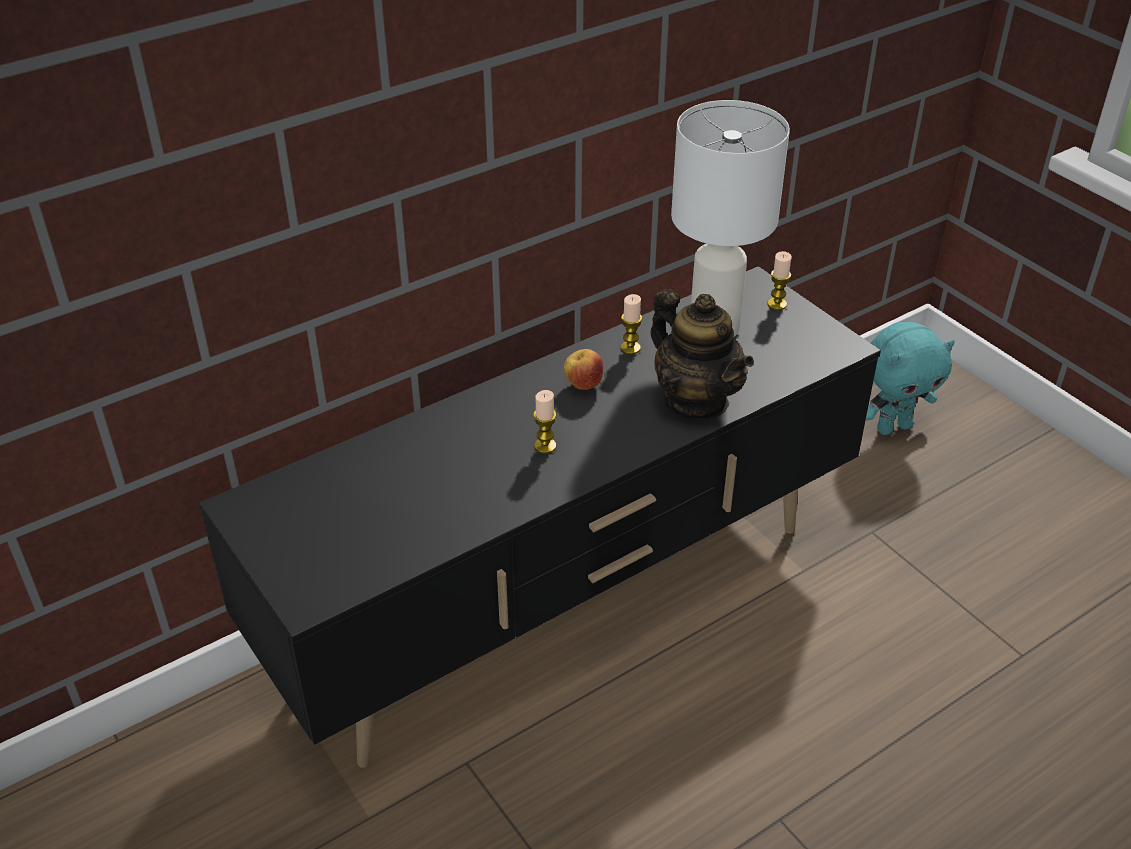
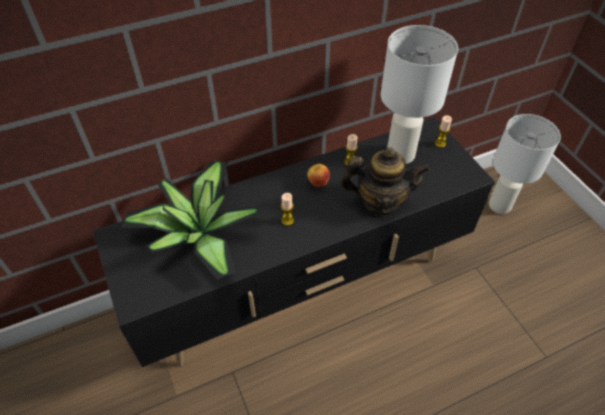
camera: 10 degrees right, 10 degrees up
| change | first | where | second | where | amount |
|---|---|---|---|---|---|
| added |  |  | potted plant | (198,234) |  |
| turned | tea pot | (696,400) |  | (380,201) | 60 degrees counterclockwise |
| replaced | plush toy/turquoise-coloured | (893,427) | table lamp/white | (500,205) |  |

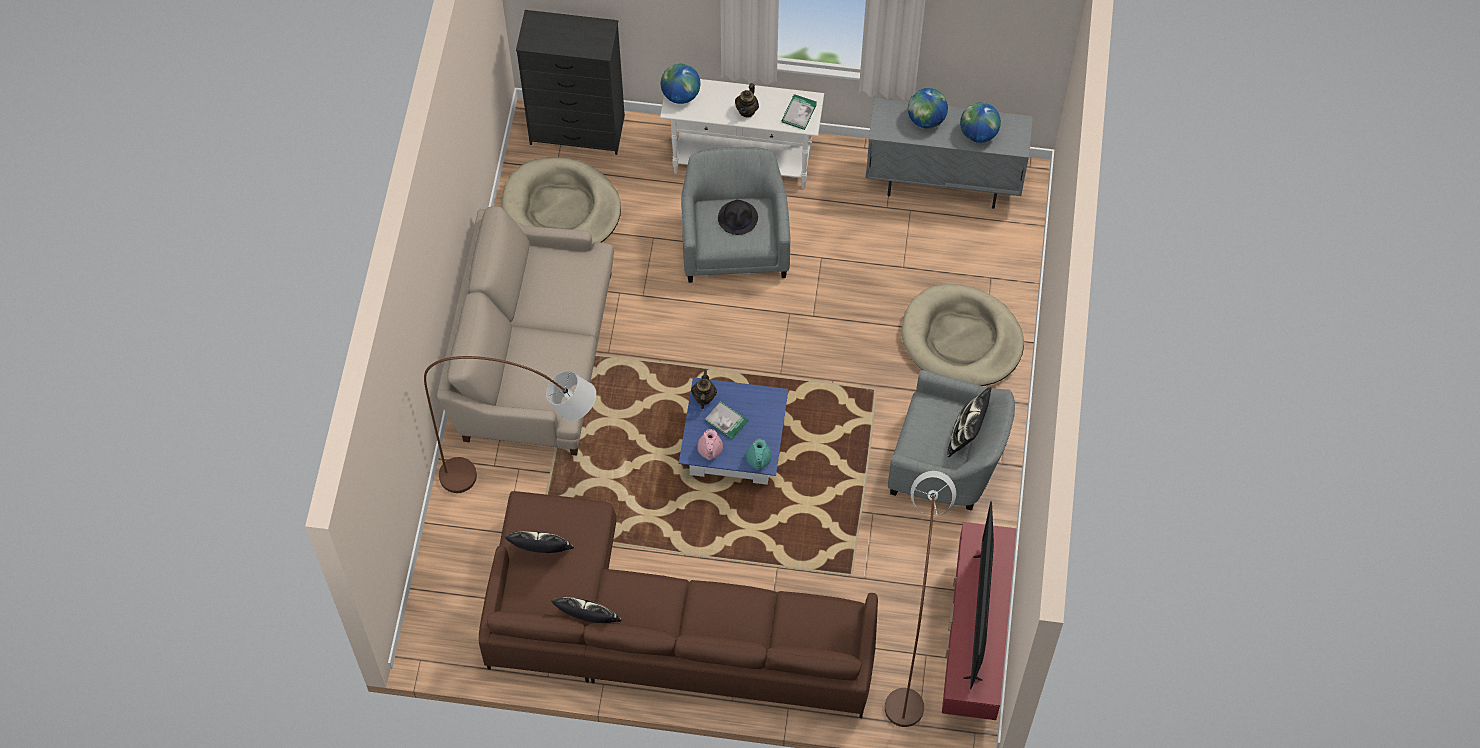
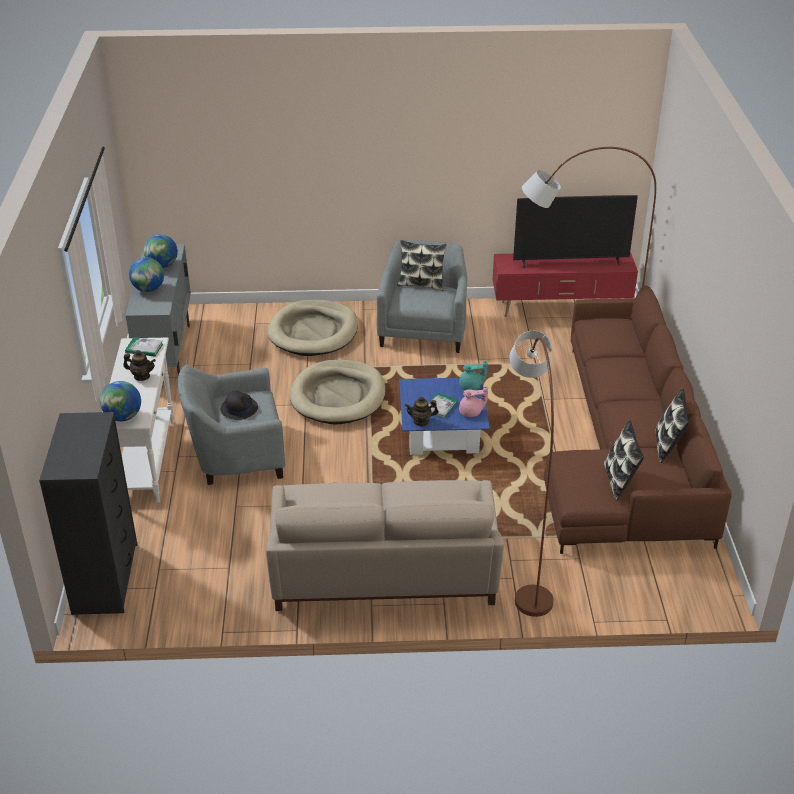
camera: 100 degrees left, 25 degrees down
| change | first | where | second | where | amount |
|---|---|---|---|---|---|
| moved | dog bed/beige-coloured | (561,209) |  | (338,396) |  |

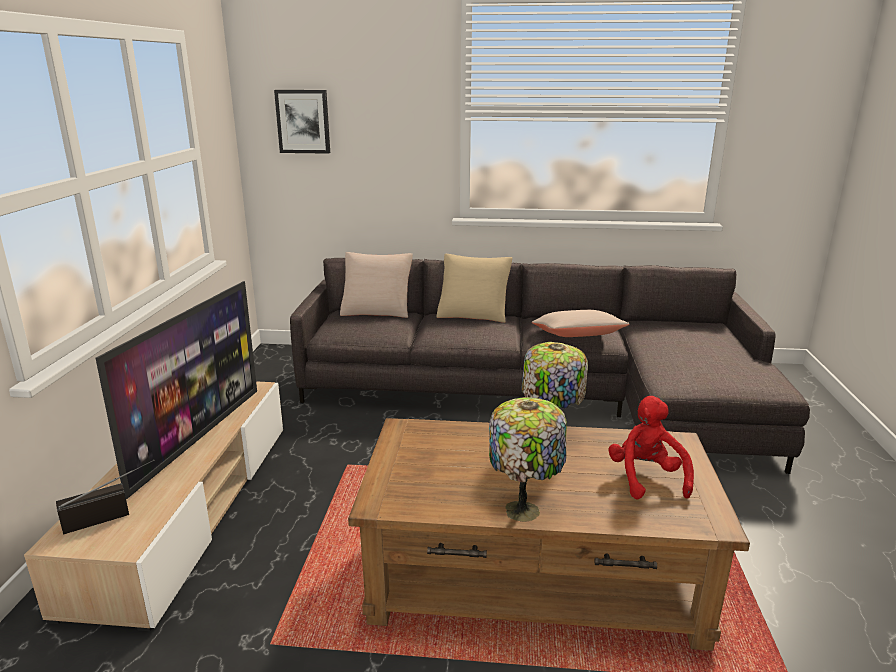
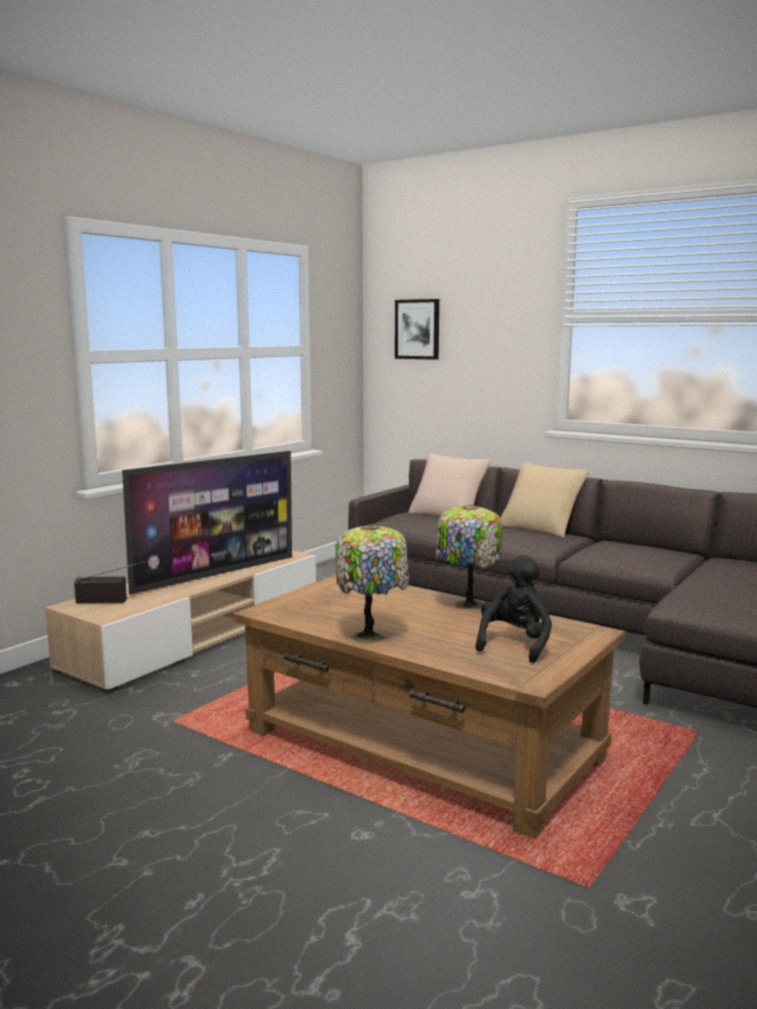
camera: 30 degrees right, 10 degrees down
| change | first | where | second | where | amount |
|---|---|---|---|---|---|
| recoloured | plush toy/reddish | (646,478) | plush toy/blackish | (514,644) |  |
| removed | pillow/beige-coloured | (577,337) |  |  |  |

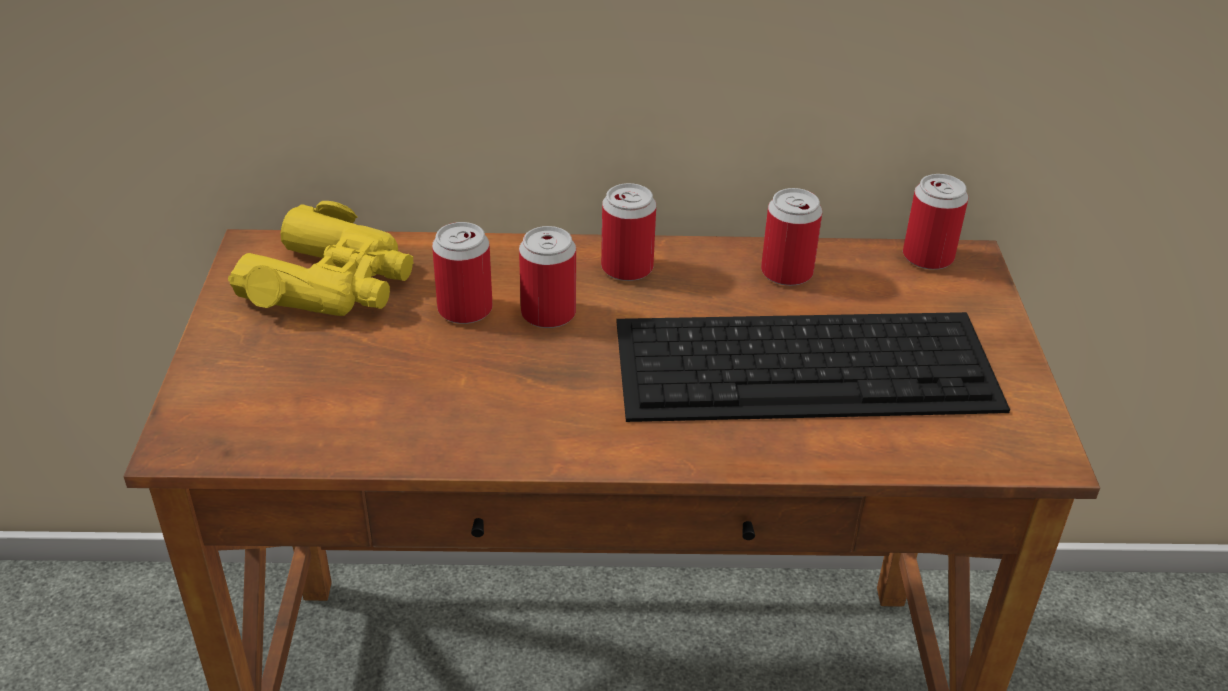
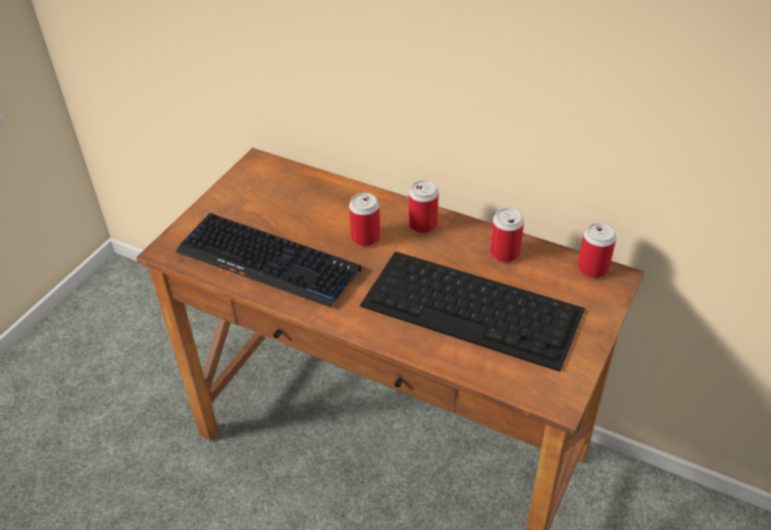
camera: 30 degrees right, 5 degrees up
| change | first | where | second | where | amount |
|---|---|---|---|---|---|
| added |  |  | keyboard | (268,261) |  |
| removed | field glasses/yellow | (332,283) |  |  |  |
| removed | can | (465,309) |  |  |  |

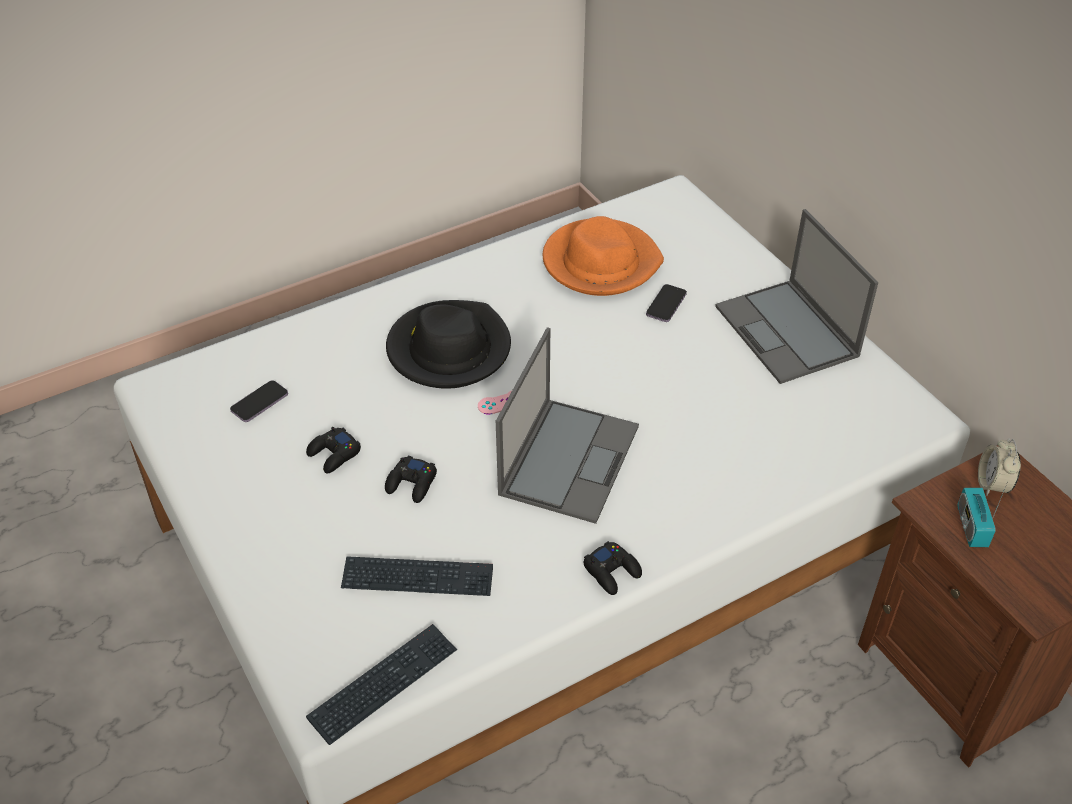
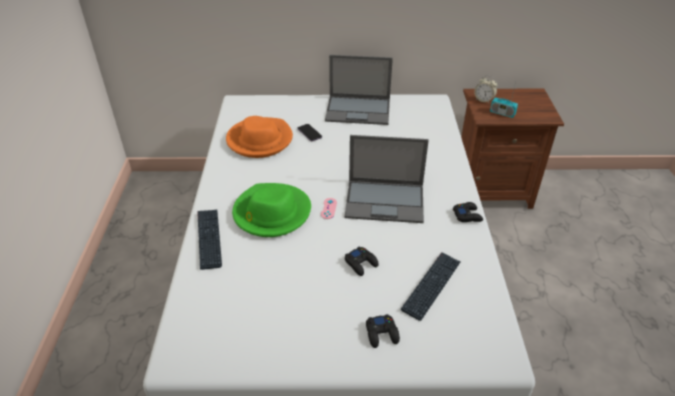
camera: 60 degrees left, 5 degrees down
| change | first | where | second | where | amount |
|---|---|---|---|---|---|
| moved | keyboard | (383,685) |  | (209,239) |  |
| recoloured | wearable hat/blackish | (448,349) | wearable hat/green | (271,213) |  |
| turned | notebook computer | (569,458) |  | (386,201) | 135 degrees clockwise |
| moved | joypad/blackish | (334,454) |  | (382,334) |  |
| removed | phone | (259,403) |  |  |  |

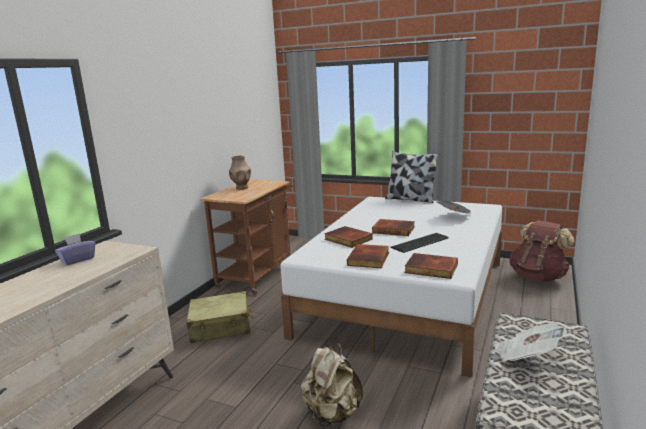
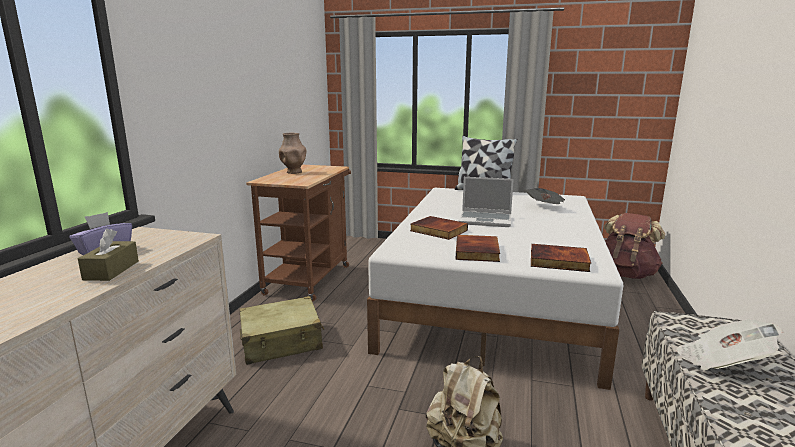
camera: 10 degrees left, 0 degrees up
| change | first | where | second | where | amount |
|---|---|---|---|---|---|
| added |  |  | box of tissues/brown-coloured | (111,270) |  |
| replaced | bound book | (394,229) | notebook computer | (486,220) |  |
| removed | keyboard | (421,243) |  |  |  |

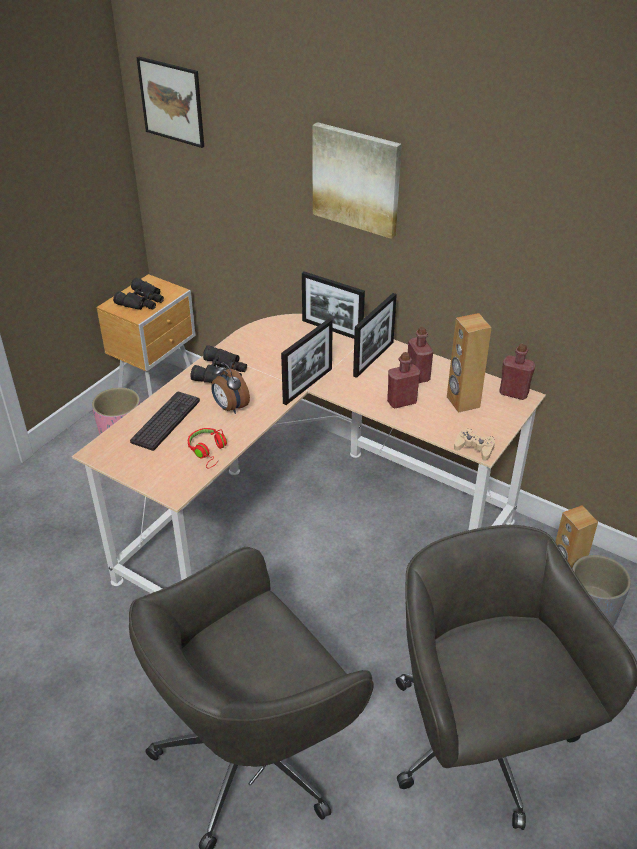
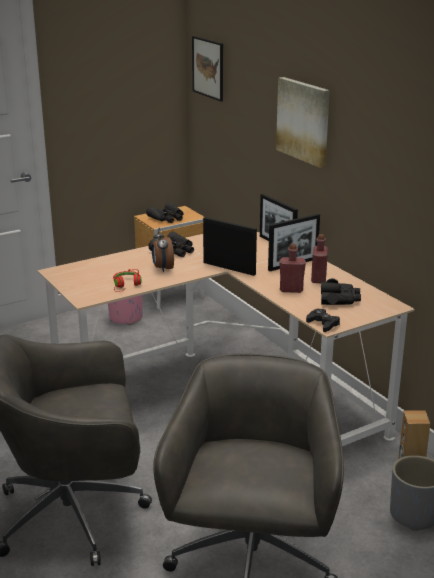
camera: 25 degrees right, 15 degrees down
| change | first | where | second | where | amount |
|---|---|---|---|---|---|
| turned | standing frame | (308,385) |  | (229,268) | 120 degrees counterclockwise |
| recoloured | joypad/beige-coloured | (474,448) | joypad/blackish | (323,324) |  |
| replaced | loudspeaker/brown-coloured | (462,402) | field glasses/blackish | (339,299) |  |
| removed | keyboard | (166,421) |  |  |  |
| removed | drink bottle/reddish | (513,393) |  |  |  |

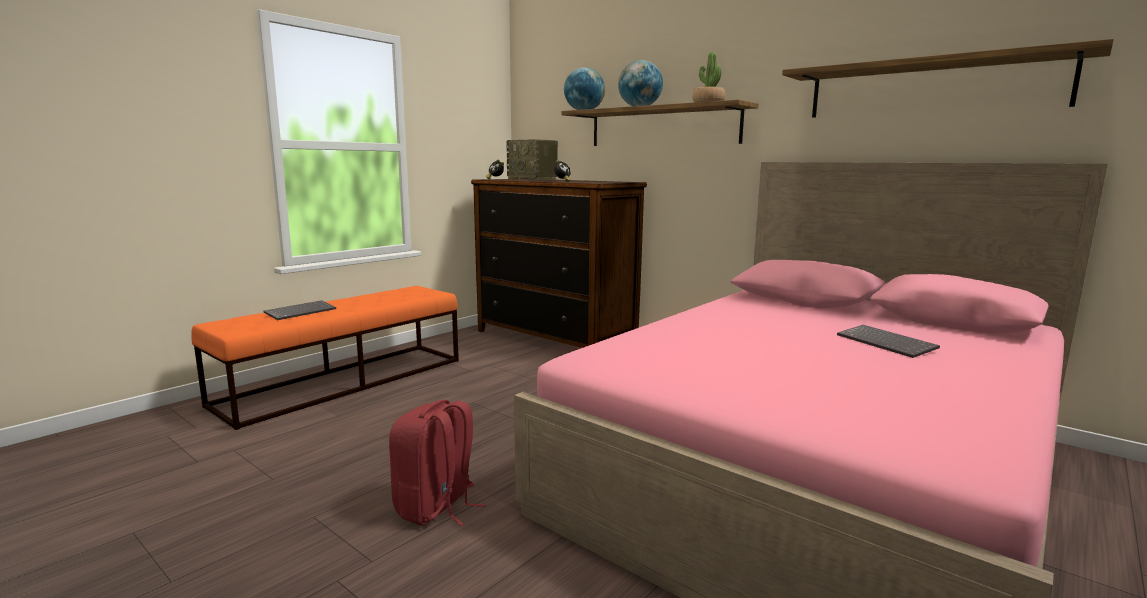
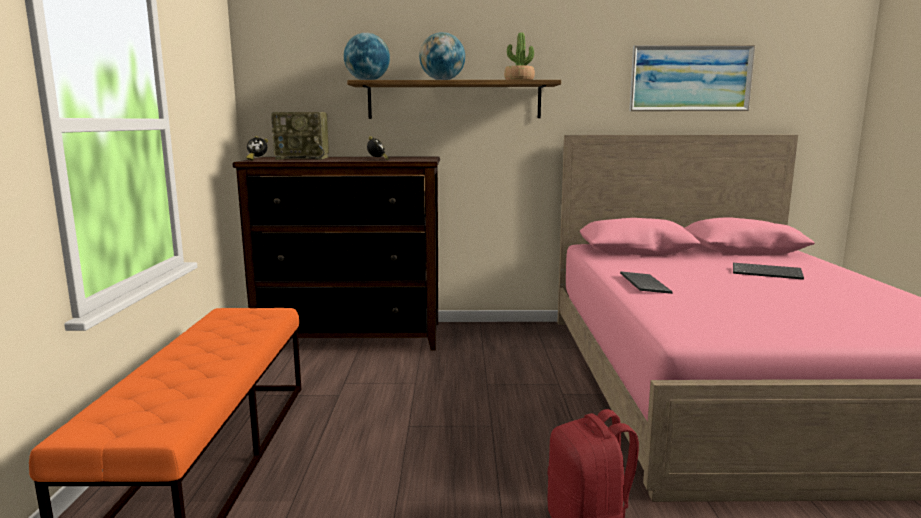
camera: 40 degrees left, 0 degrees up
| change | first | where | second | where | amount |
|---|---|---|---|---|---|
| moved | keyboard | (301,311) |  | (643,284) |  |
| replaced | bracket shelf | (931,88) | picture | (690,78) |  |

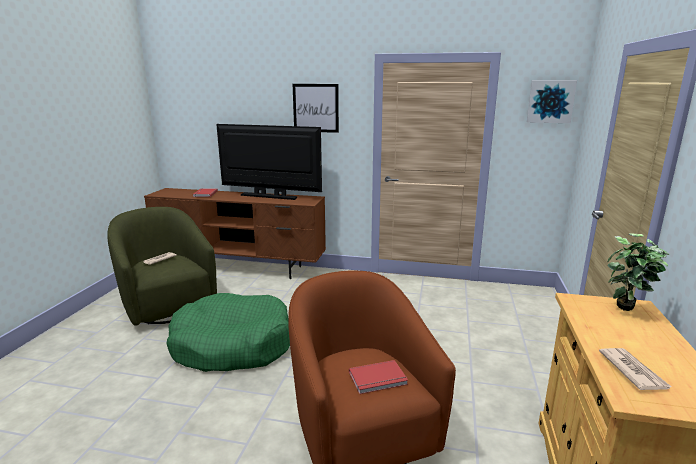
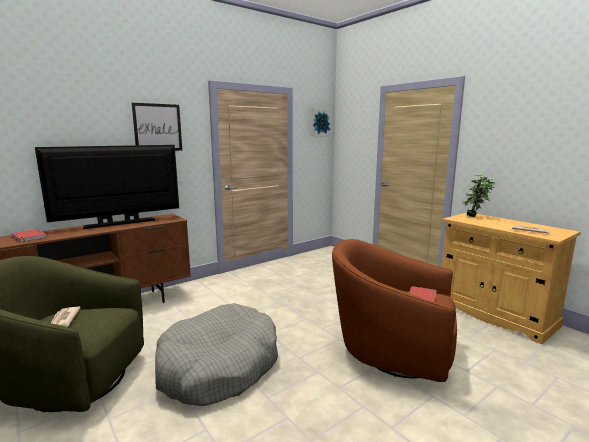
camera: 50 degrees left, 5 degrees down
| change | first | where | second | where | amount |
|---|---|---|---|---|---|
| recoloured | dog bed/green | (232,345) | dog bed/grey | (218,366) |  |

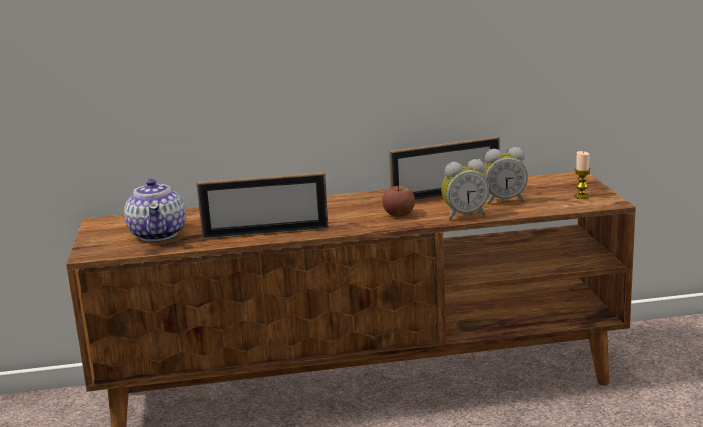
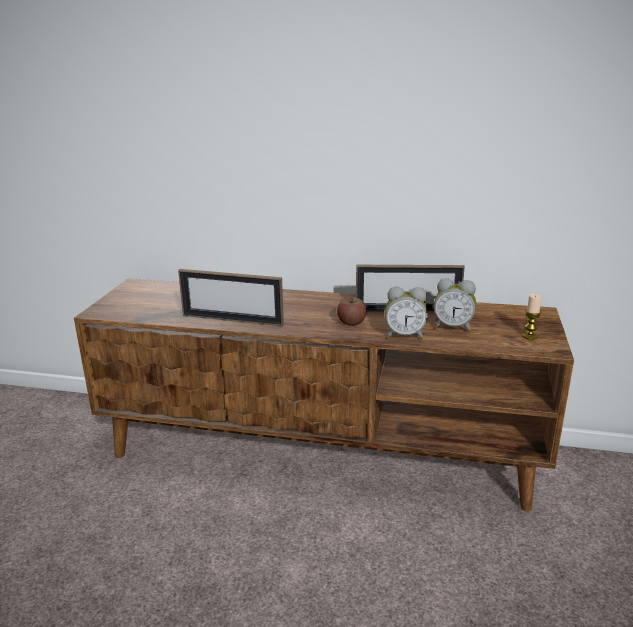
camera: 20 degrees right, 5 degrees up
| change | first | where | second | where | amount |
|---|---|---|---|---|---|
| removed | tea pot | (158,234) |  |  |  |

